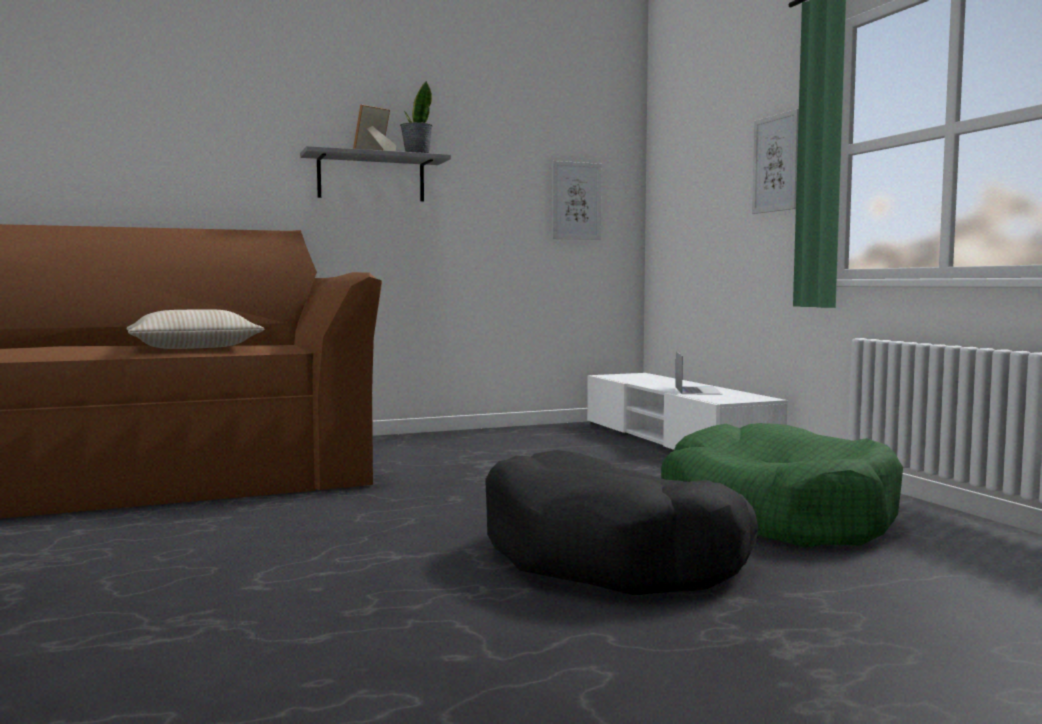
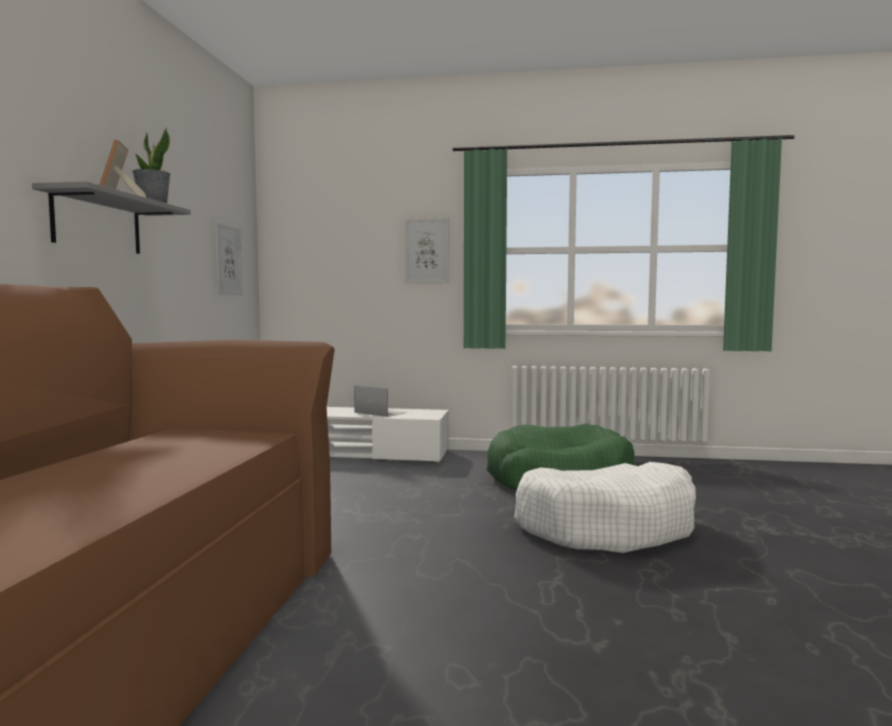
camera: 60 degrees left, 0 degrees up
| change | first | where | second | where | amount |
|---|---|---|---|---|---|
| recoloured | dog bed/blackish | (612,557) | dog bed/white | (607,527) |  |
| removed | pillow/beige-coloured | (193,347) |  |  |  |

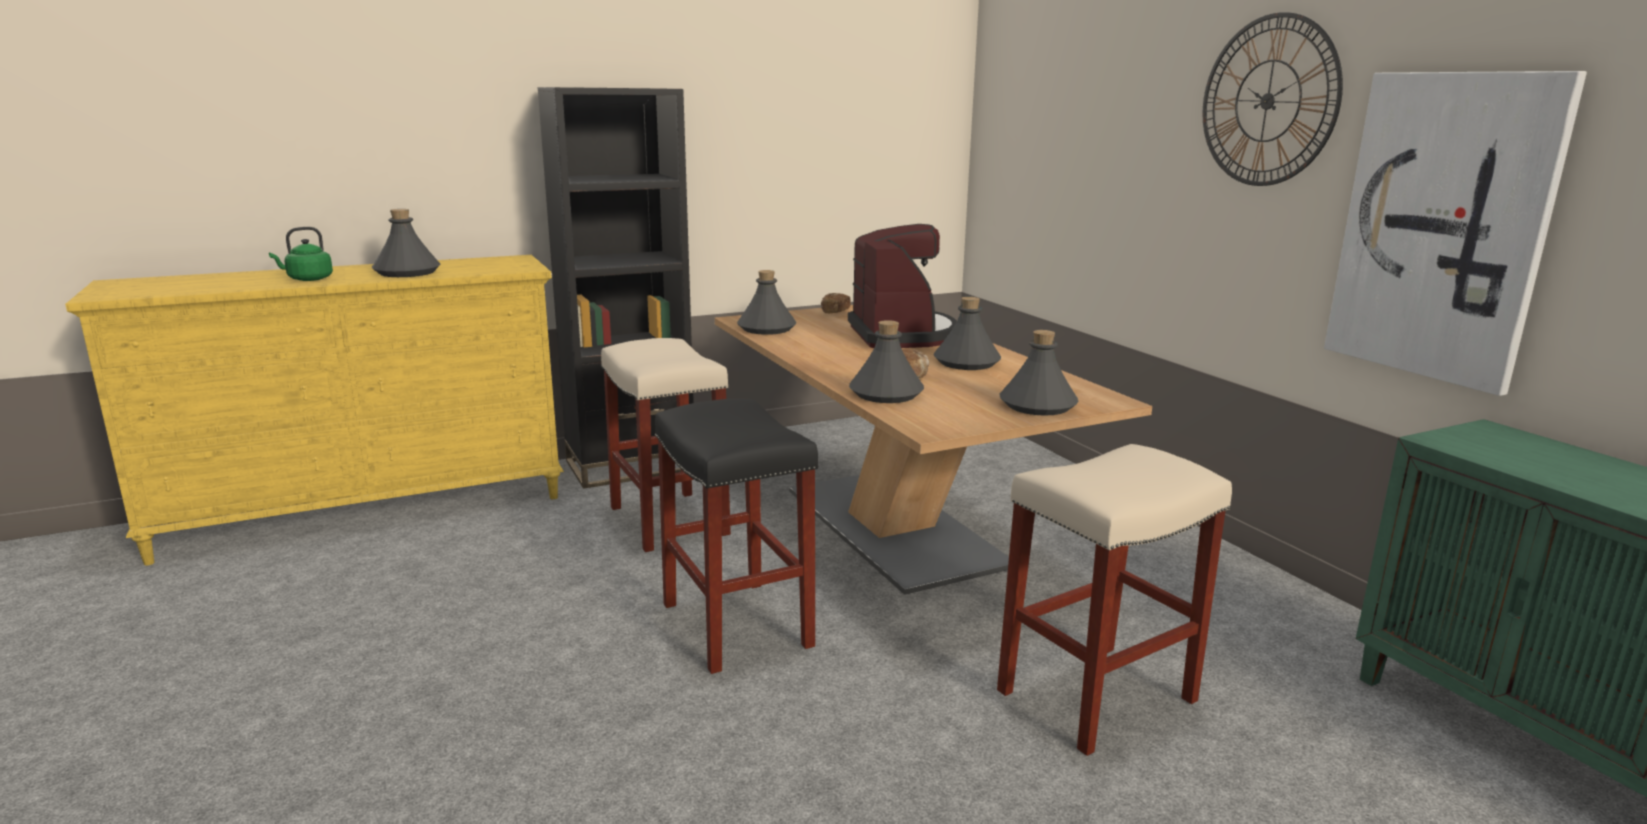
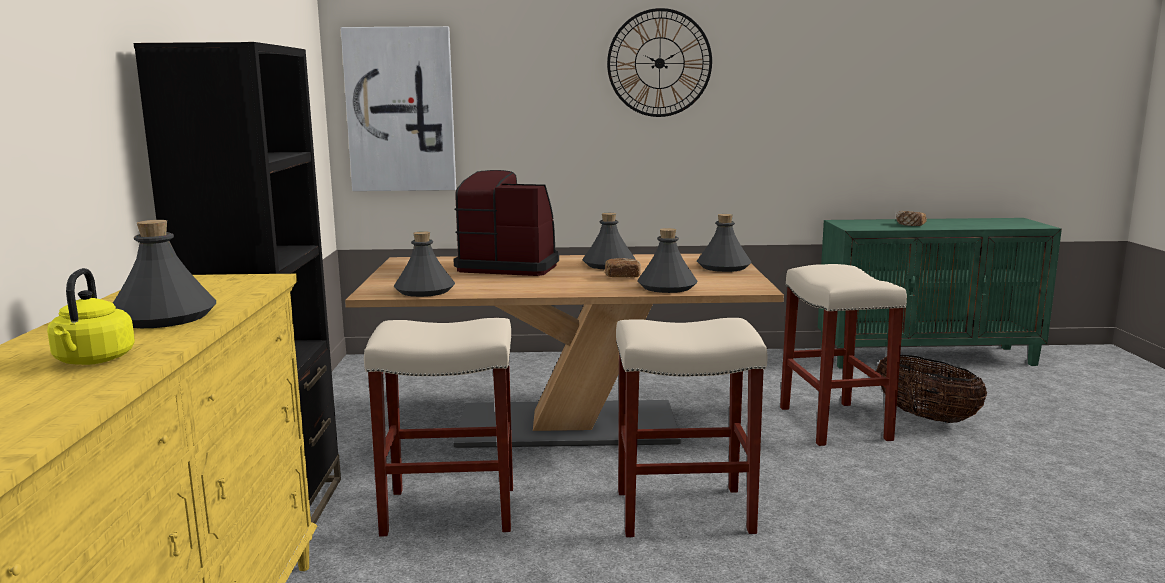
camera: 65 degrees left, 5 degrees down
| change | first | where | second | where | amount |
|---|---|---|---|---|---|
| recoloured | kettle/green | (307,279) | kettle/yellow | (93,361) |  |
| moved | picture | (1443,227) |  | (400,110) |  |
| recoloured | stool seat/blackish | (734,624) | stool seat/beige-coloured | (682,512) |  |
| added |  |  | basket | (926,417) |  |
| moved | bread | (834,312) |  | (910,225) |  |

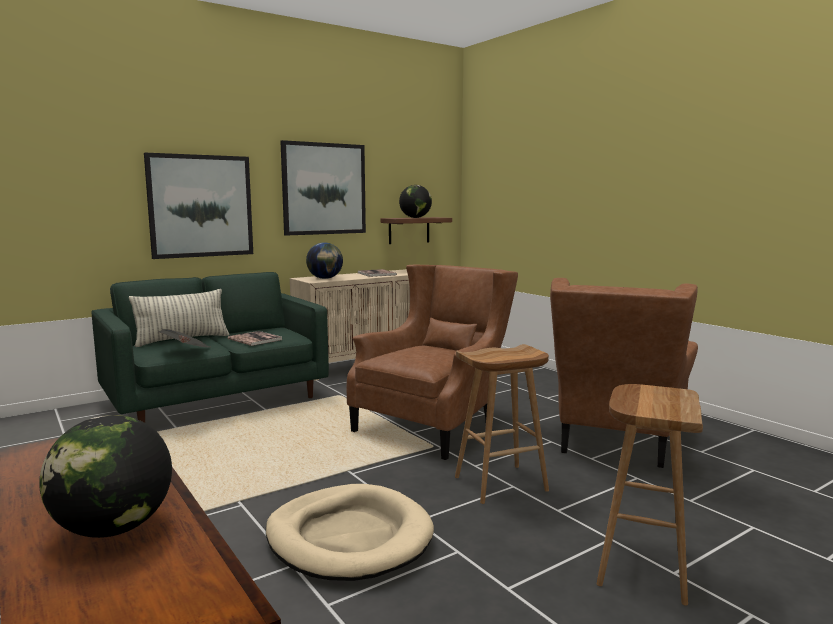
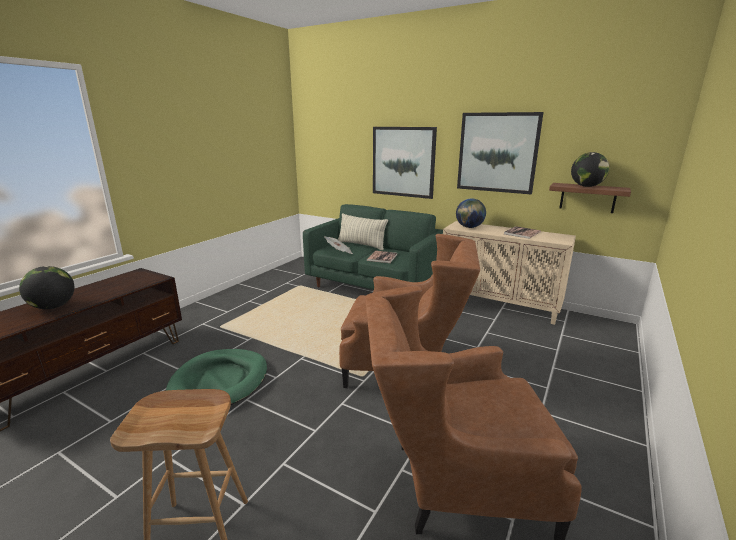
camera: 65 degrees right, 10 degrees up
| change | first | where | second | where | amount |
|---|---|---|---|---|---|
| recoloured | dog bed/beige-coloured | (349,537) | dog bed/green | (220,382) |  |
| removed | stool seat/brown-coloured | (500,484) |  |  |  |

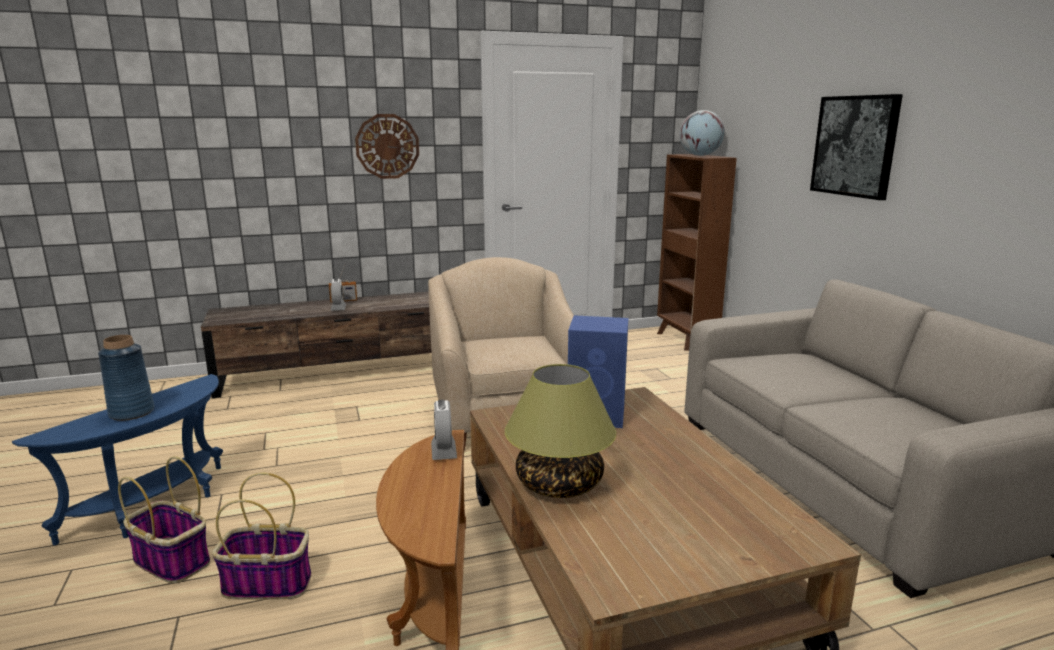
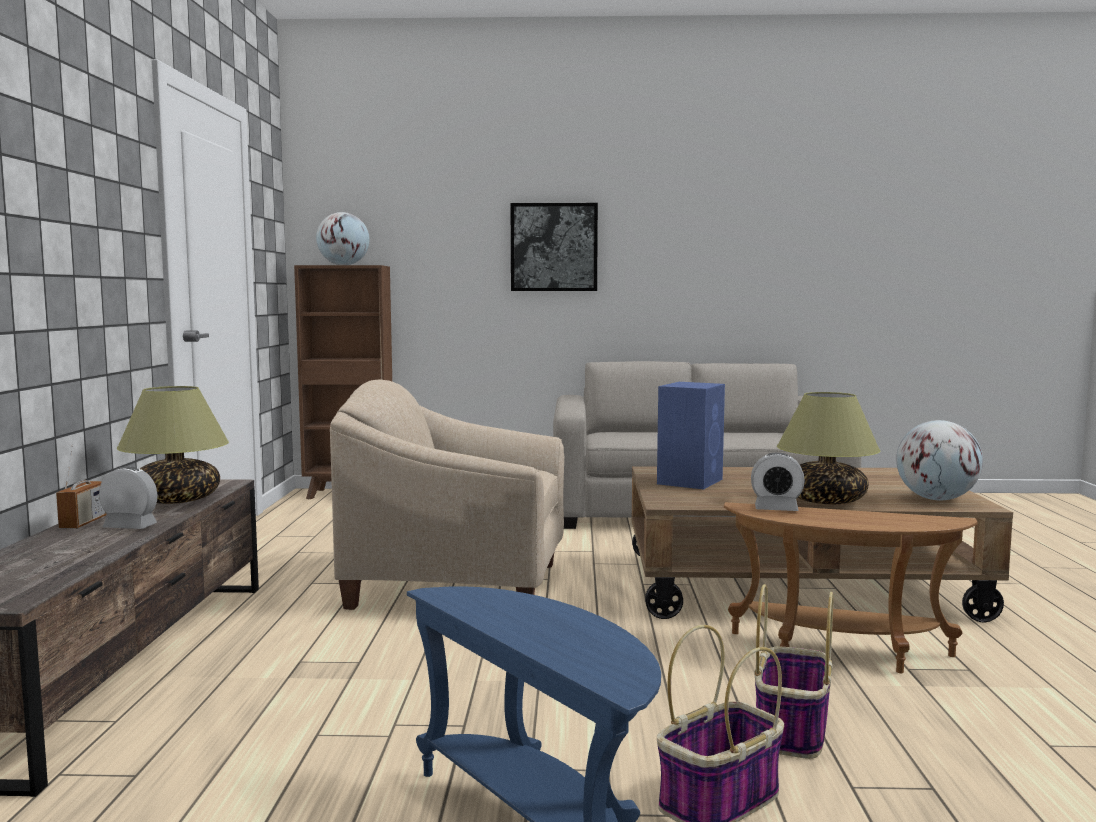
camera: 70 degrees left, 10 degrees down
| change | first | where | second | where | amount |
|---|---|---|---|---|---|
| added |  |  | table lamp | (176,500) |  |
| added |  |  | desk globe | (936,499) |  |
| removed | flower vase/blue-coloured | (131,412) |  |  |  |
| removed | wall clock | (387,146) |  |  |  |

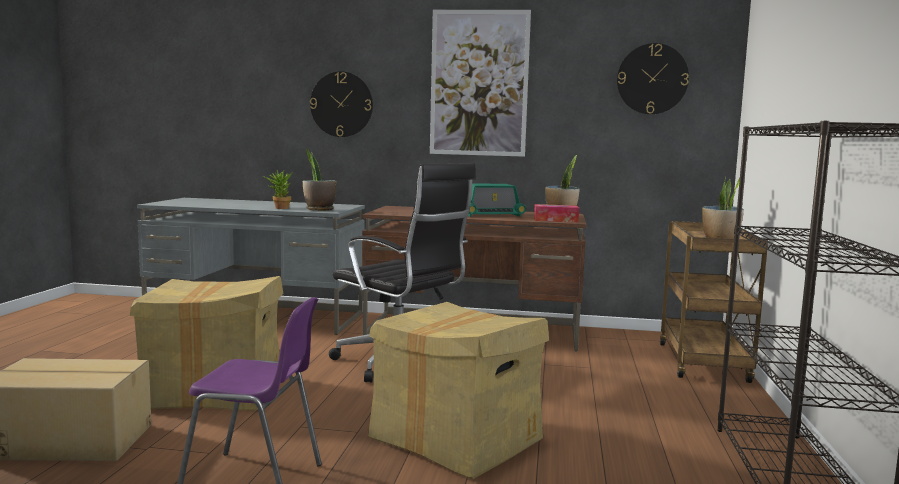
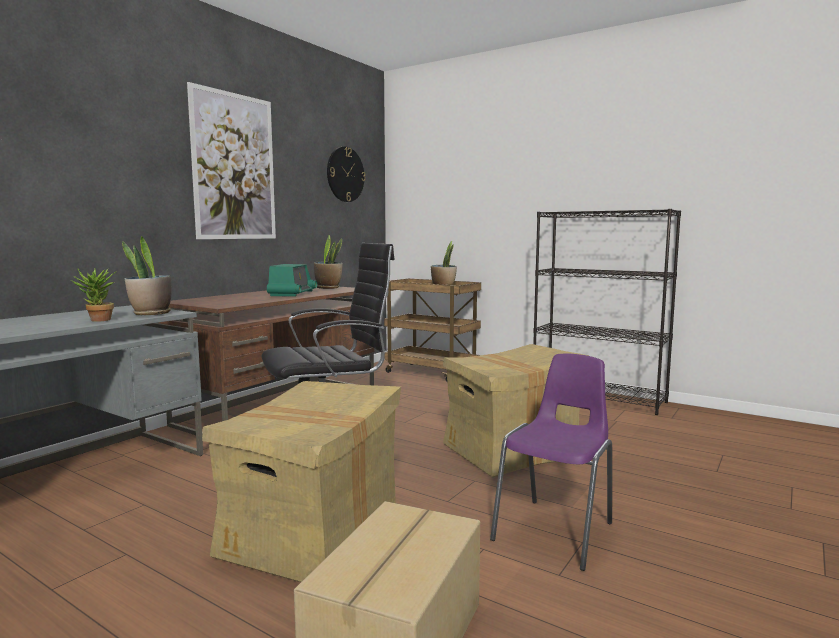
camera: 65 degrees left, 0 degrees up
| change | first | where | second | where | amount |
|---|---|---|---|---|---|
| removed | wall clock | (341,104) |  |  |  |
| removed | box of tissues | (555,220) |  |  |  |

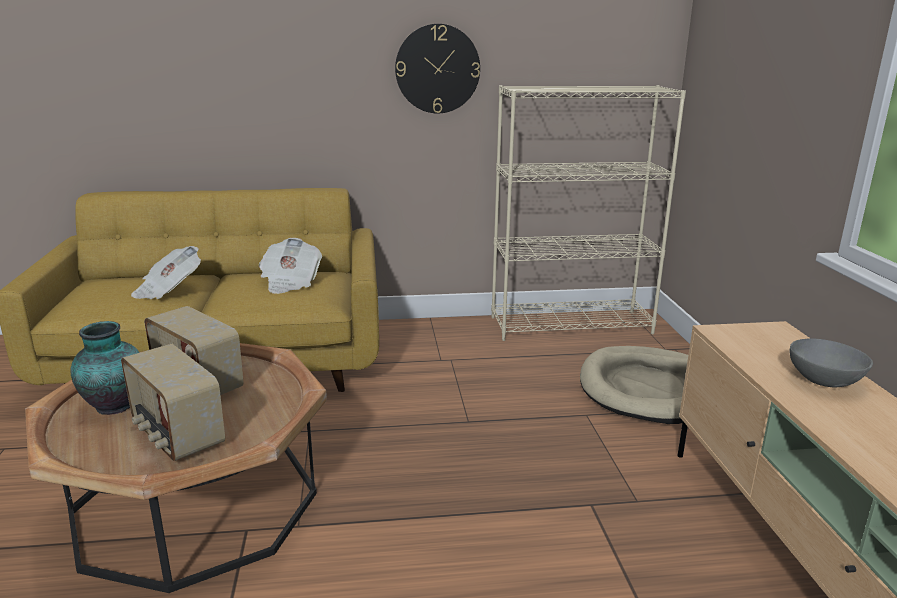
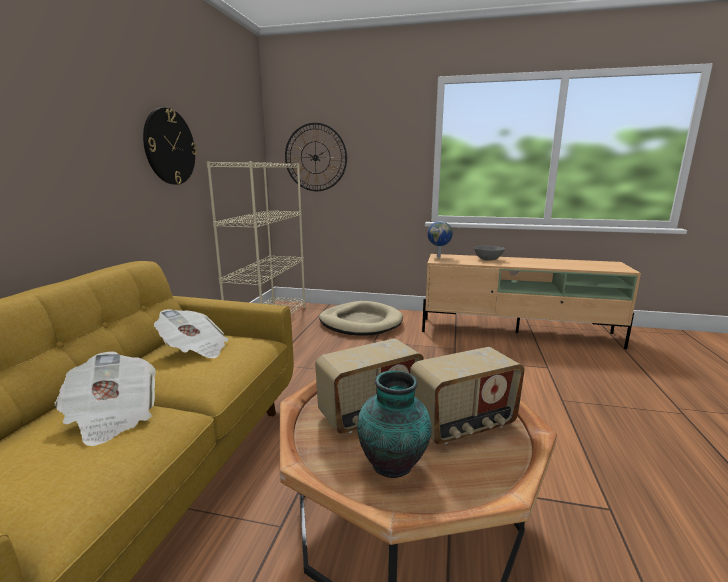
camera: 70 degrees left, 5 degrees down
| change | first | where | second | where | amount |
|---|---|---|---|---|---|
| added |  |  | wall clock | (315,157) |  |
| added |  |  | desk globe | (439,257) |  |

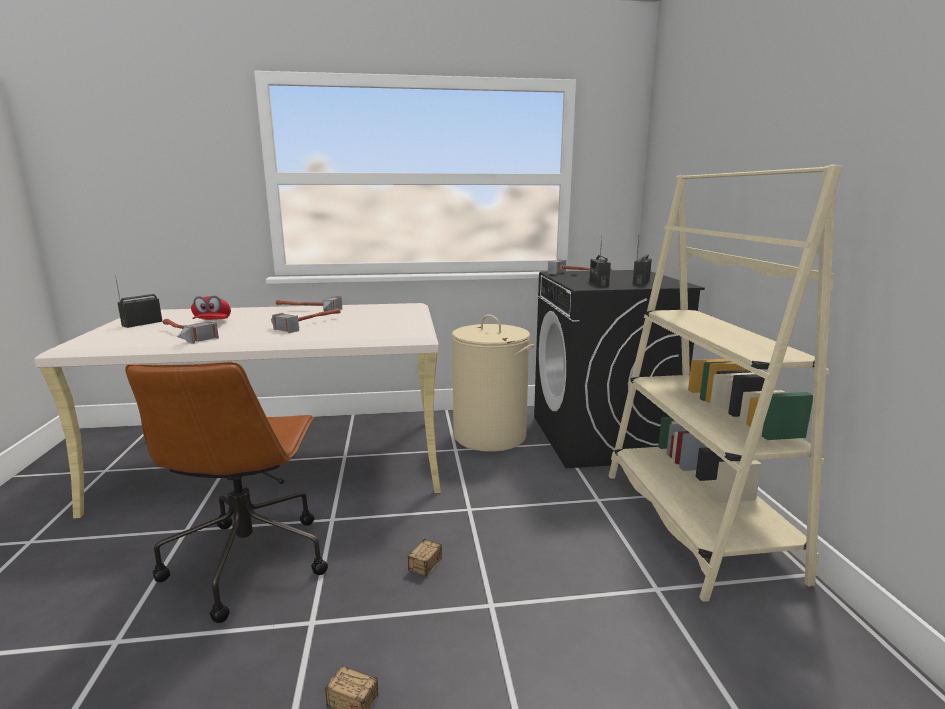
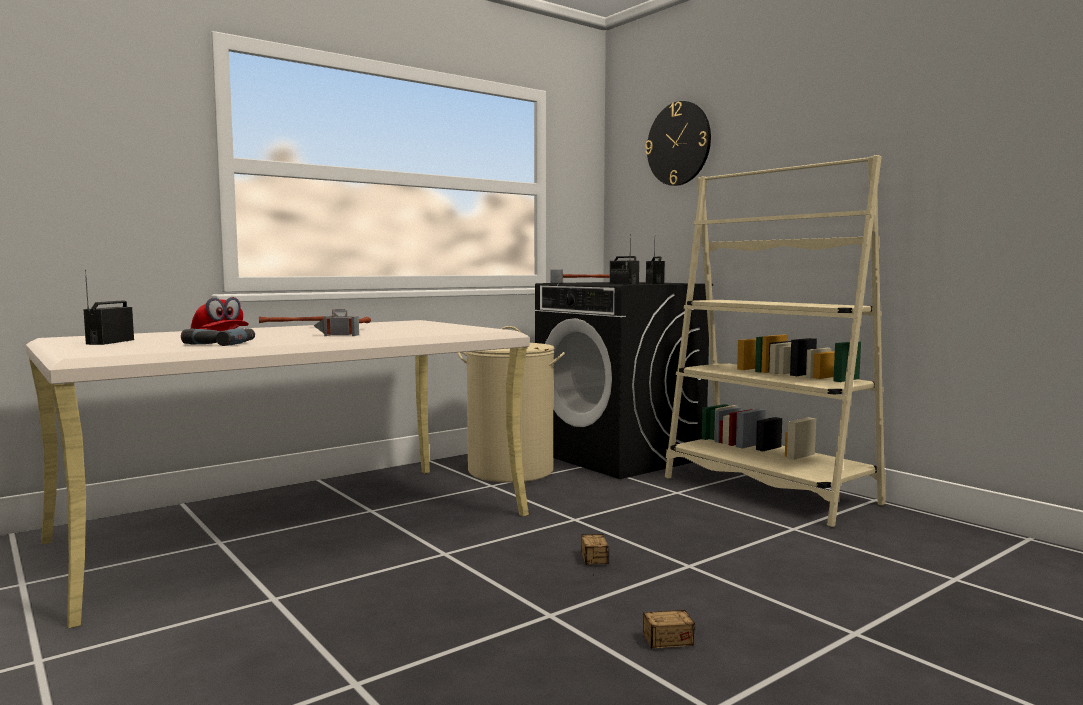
camera: 30 degrees left, 10 degrees down
| change | first | where | second | where | amount |
|---|---|---|---|---|---|
| replaced | hand hammer | (181,335) | power drill | (218,343) |  |
| added |  |  | wall clock | (678,144) |  |
| removed | desk chair/brown-coloured | (249,560) |  |  |  |

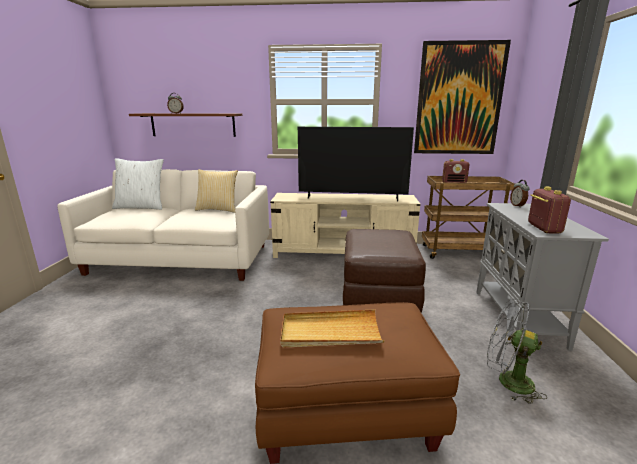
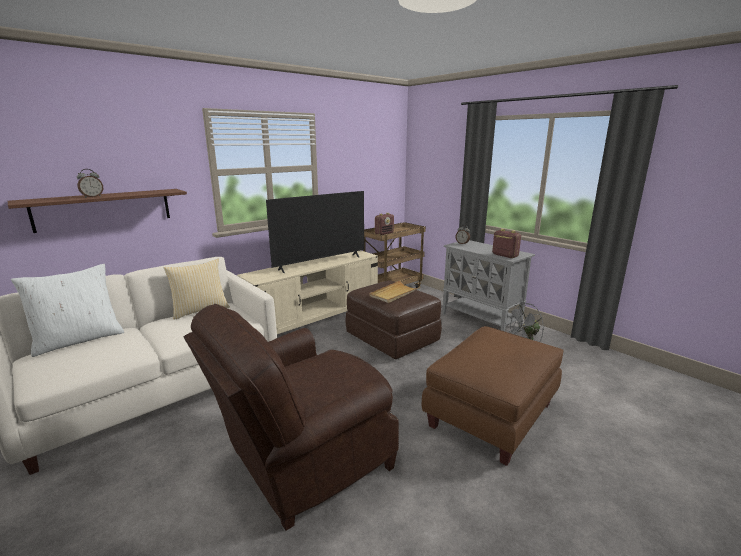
camera: 45 degrees left, 0 degrees up
| change | first | where | second | where | amount |
|---|---|---|---|---|---|
| added |  |  | lounge chair/brown-coloured | (303,461) |  |
| moved | carrying tray/beige-coloured | (330,332) |  | (394,293) |  |
| removed | picture | (459,99) |  |  |  |

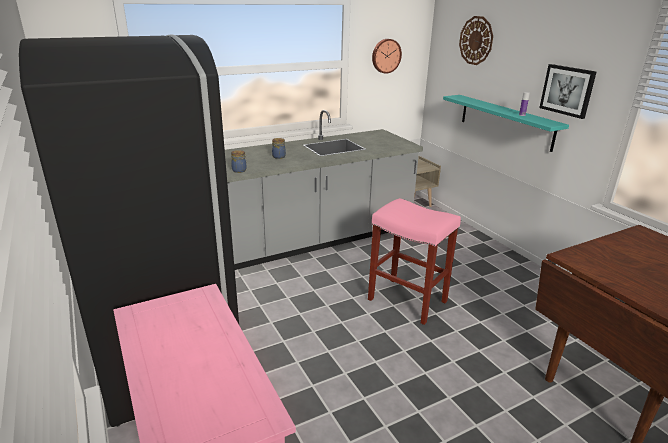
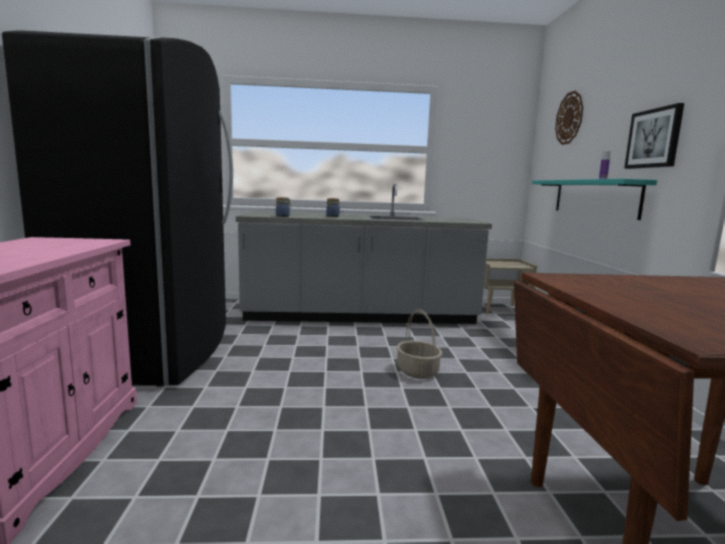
camera: 25 degrees right, 15 degrees down
| change | first | where | second | where | amount |
|---|---|---|---|---|---|
| replaced | stool seat/pinkish | (408,300) | basket | (418,372) |  |
| removed | wall clock | (385,56) |  |  |  |

